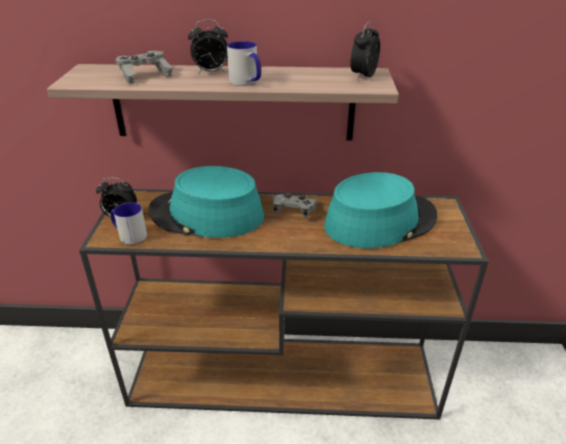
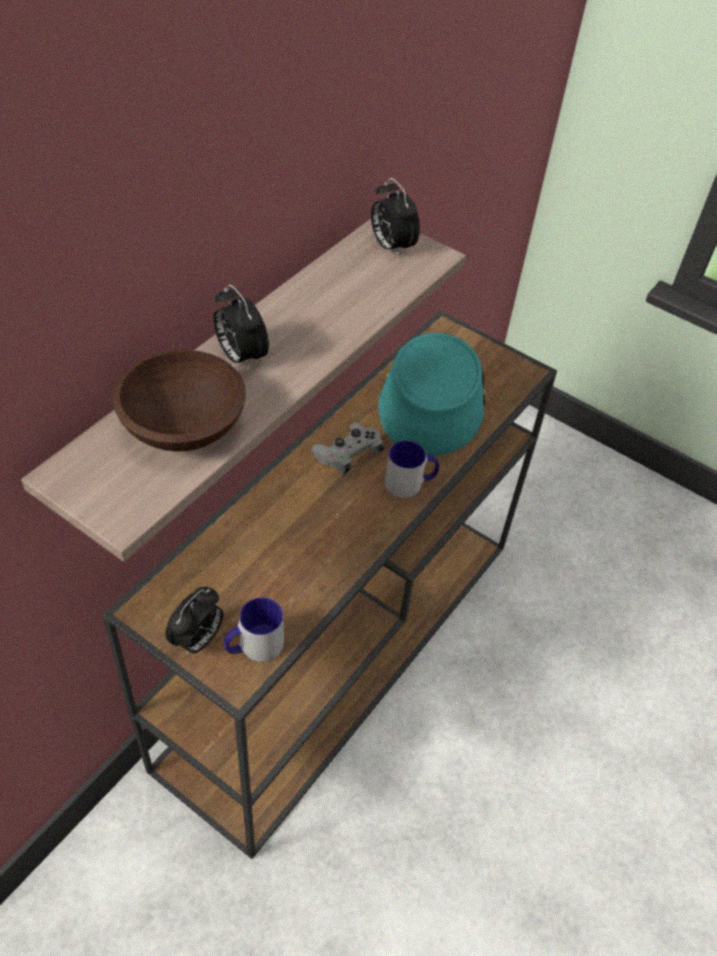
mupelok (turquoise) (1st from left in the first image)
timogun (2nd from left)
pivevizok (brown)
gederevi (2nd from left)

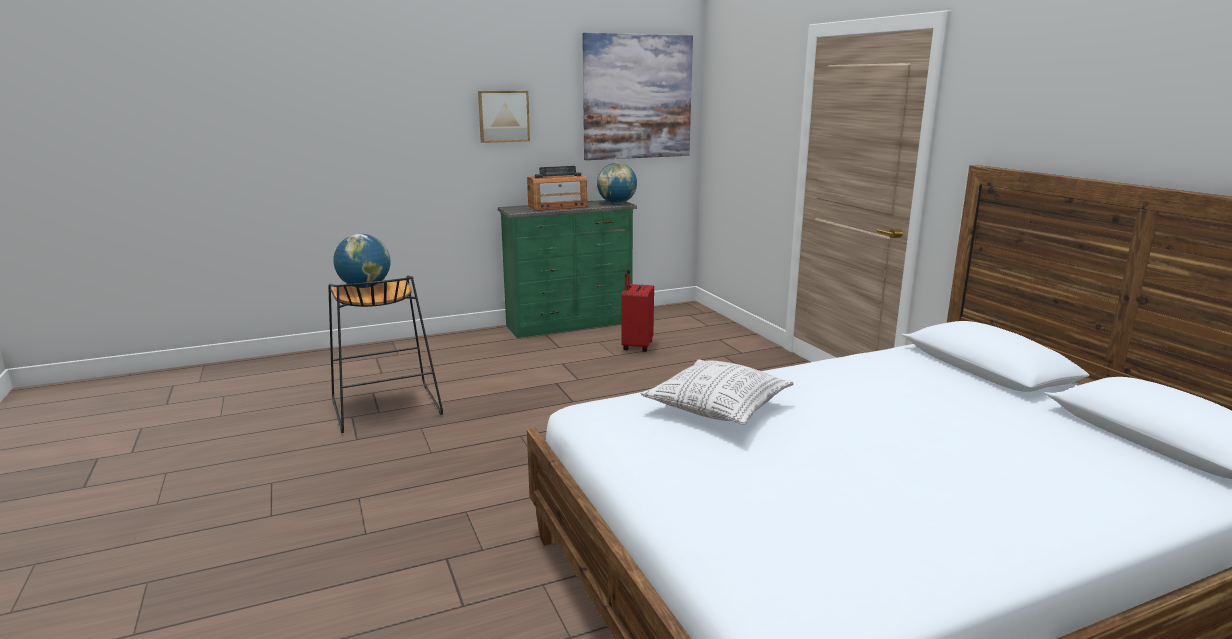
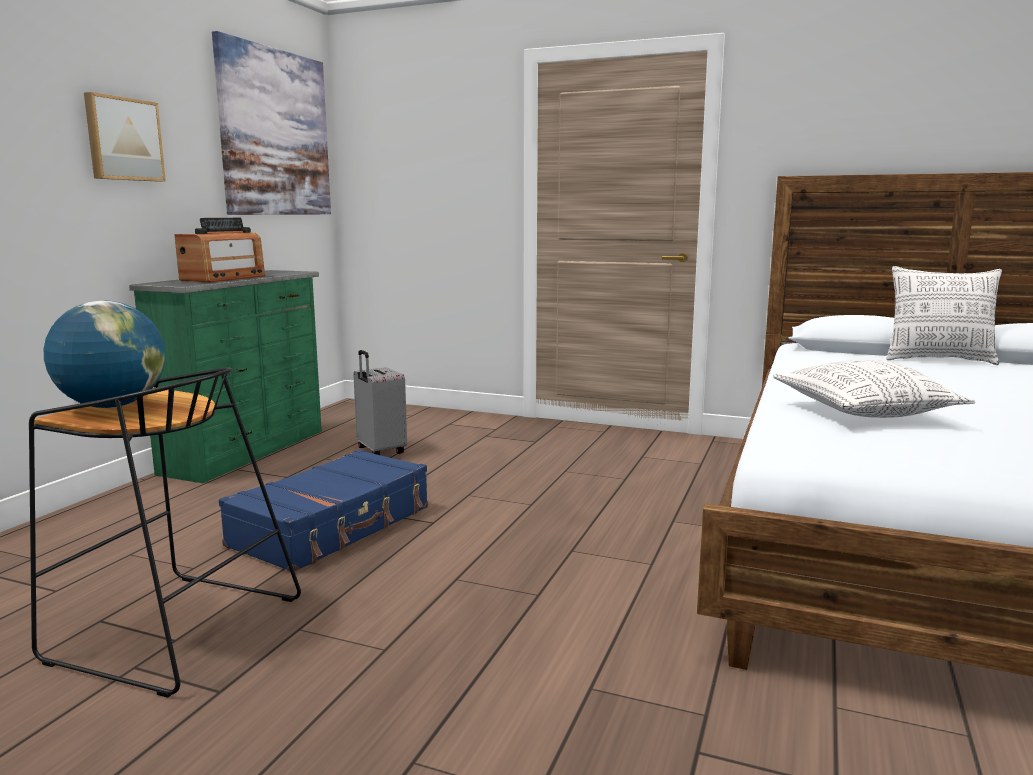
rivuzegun (2nd from left in the first image)
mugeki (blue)
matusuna (2nd from left)
mugeki (grey)

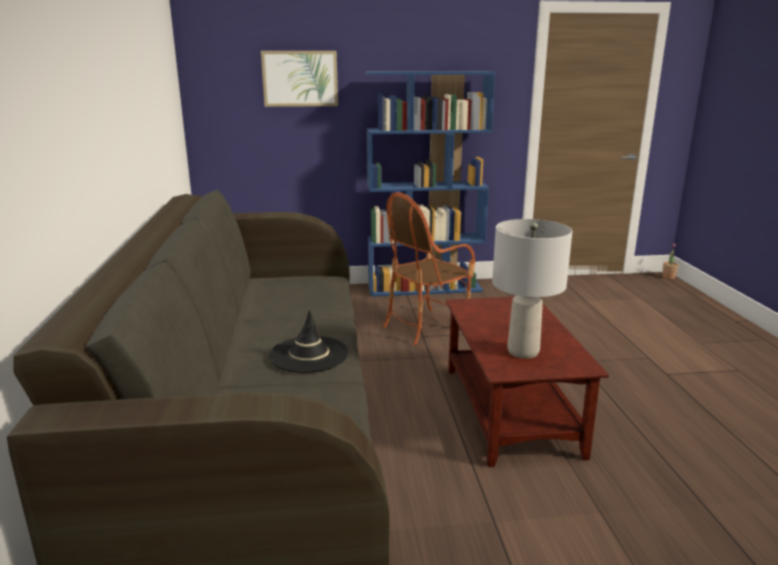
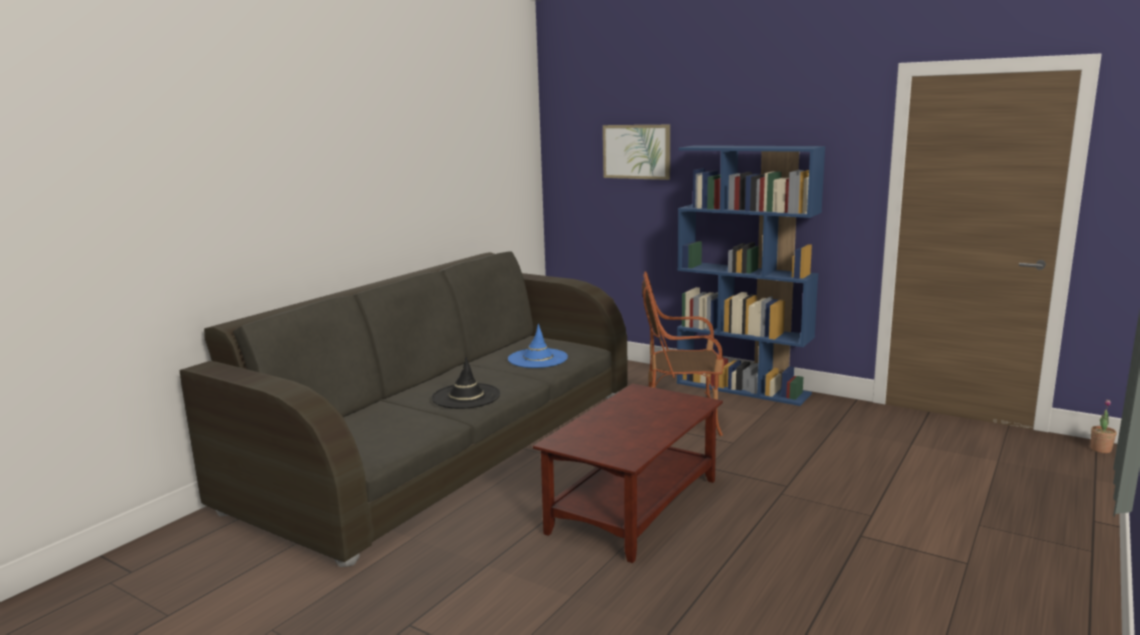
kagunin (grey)
mupelok (blue)

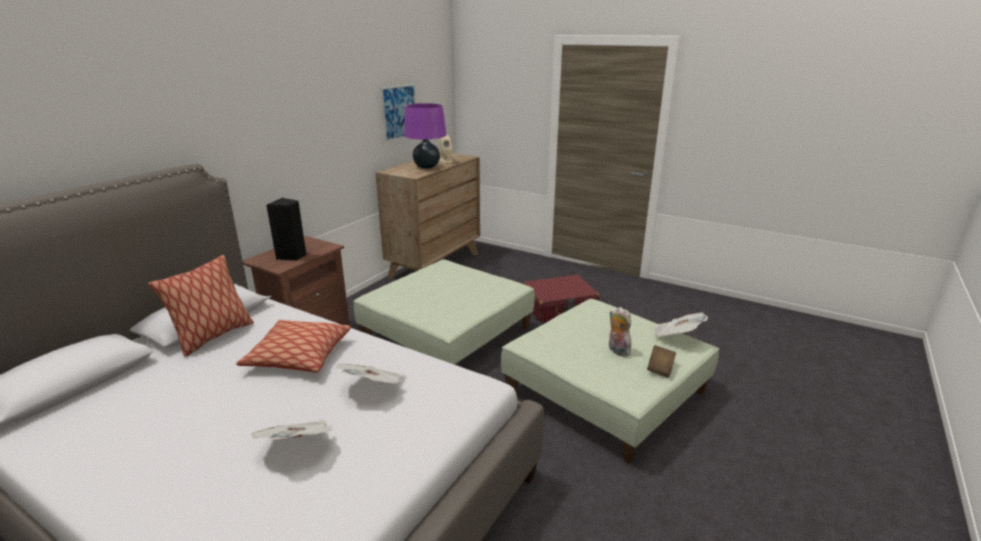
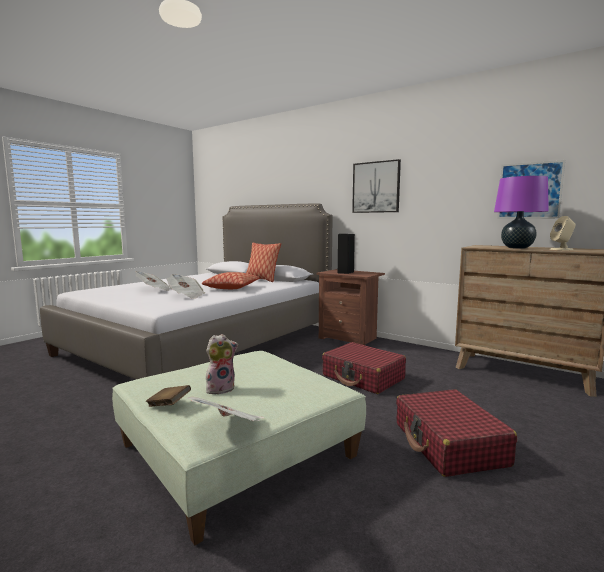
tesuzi (1st from left)
mugeki (red) (1st from left)

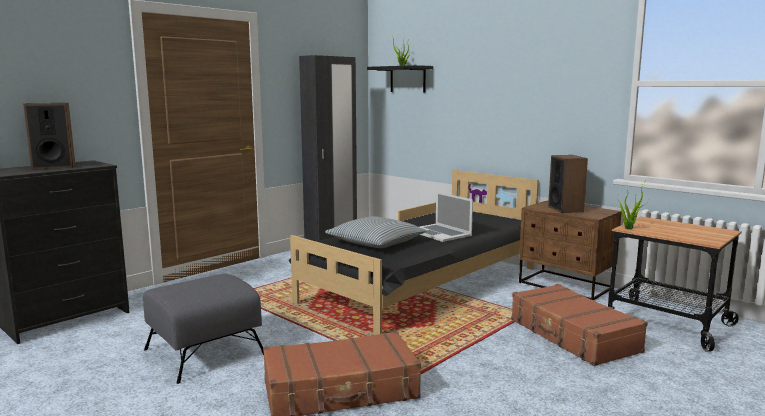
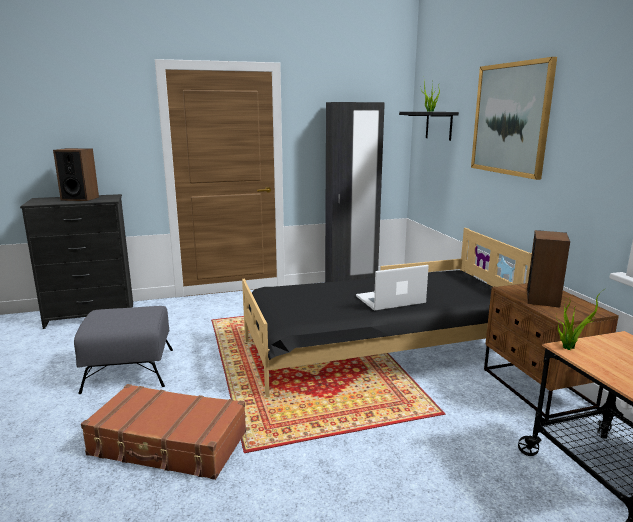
matusuna
mugeki (brown) (2nd from left in the first image)
tesuzi
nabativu

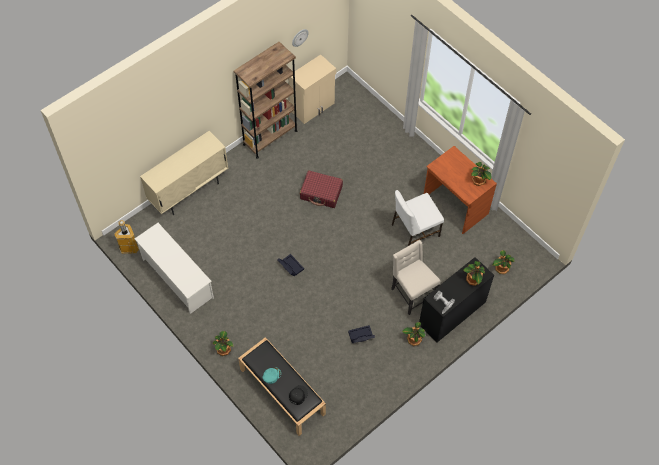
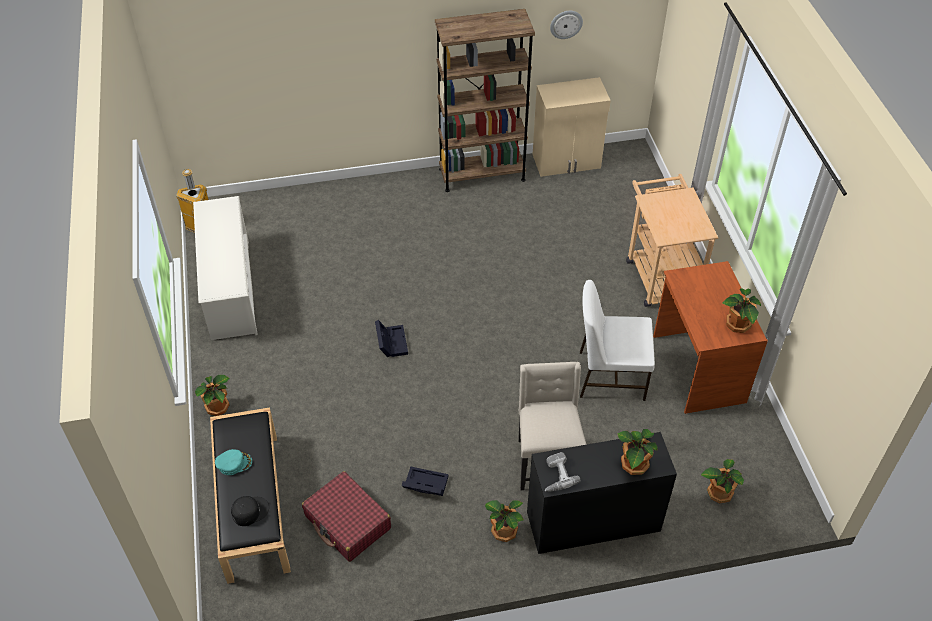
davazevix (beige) (1st from left in the first image)
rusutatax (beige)
mugeki (red)

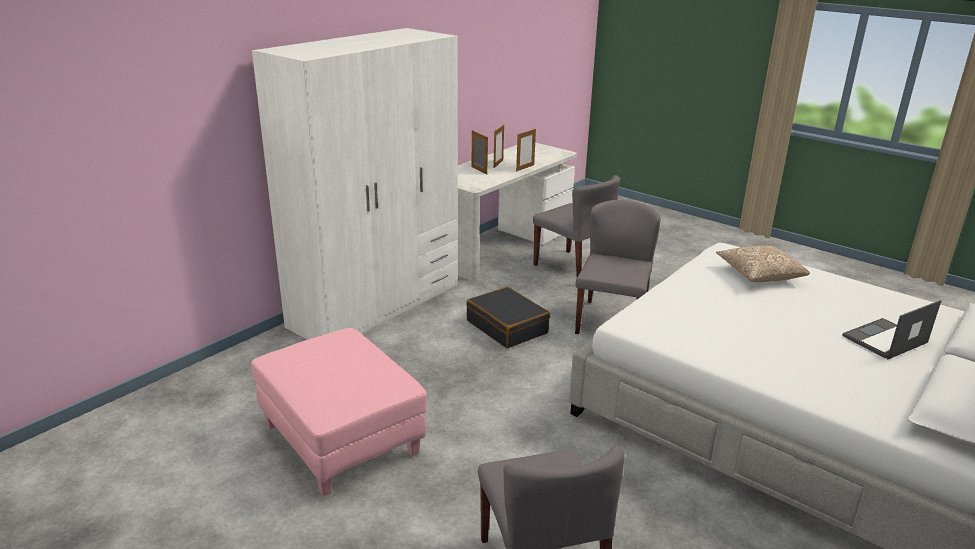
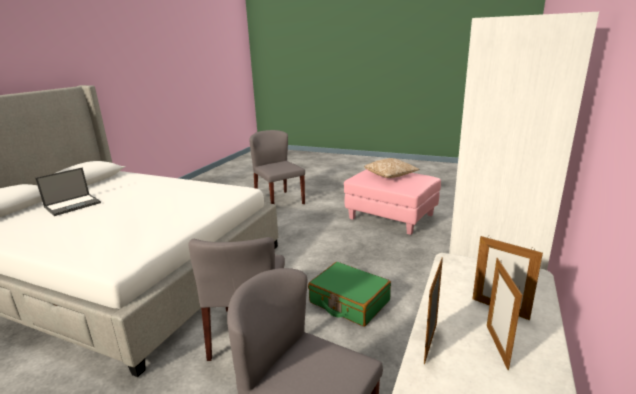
matusuna
mugeki (green)

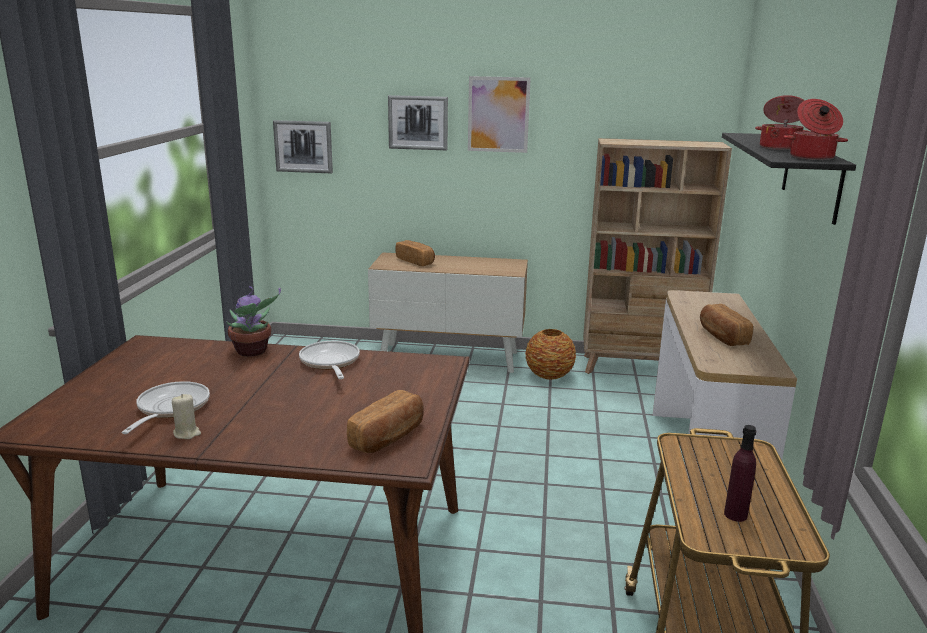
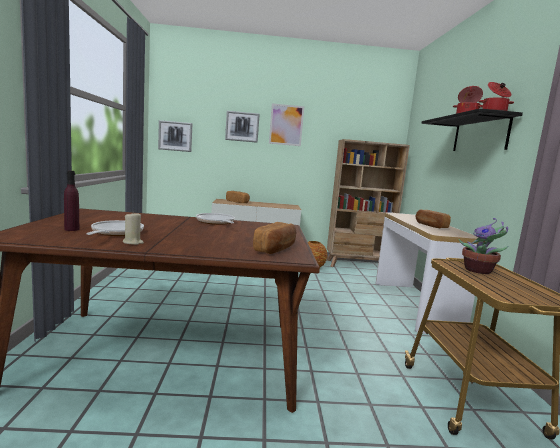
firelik
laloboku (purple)

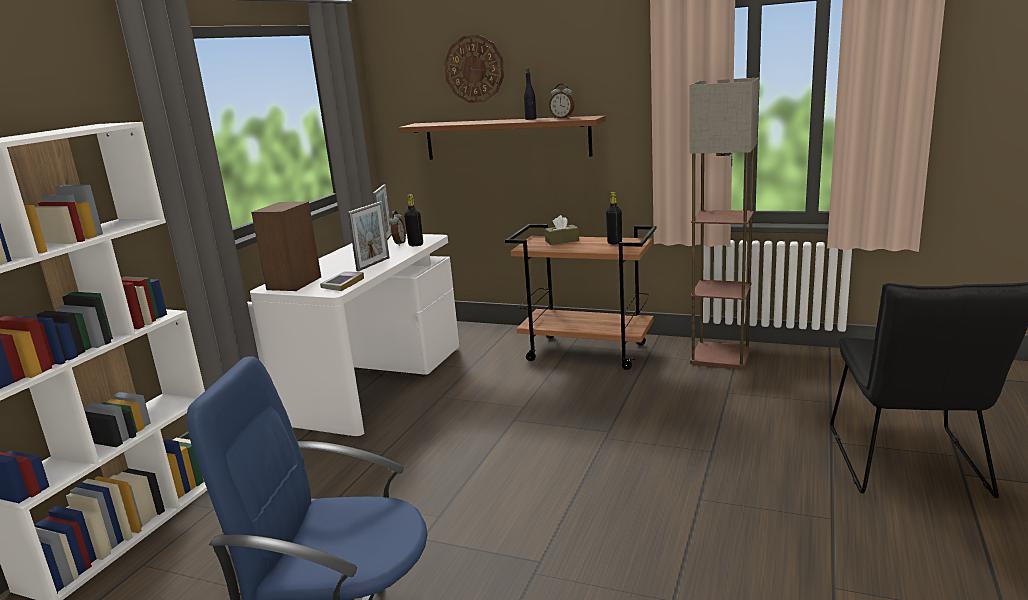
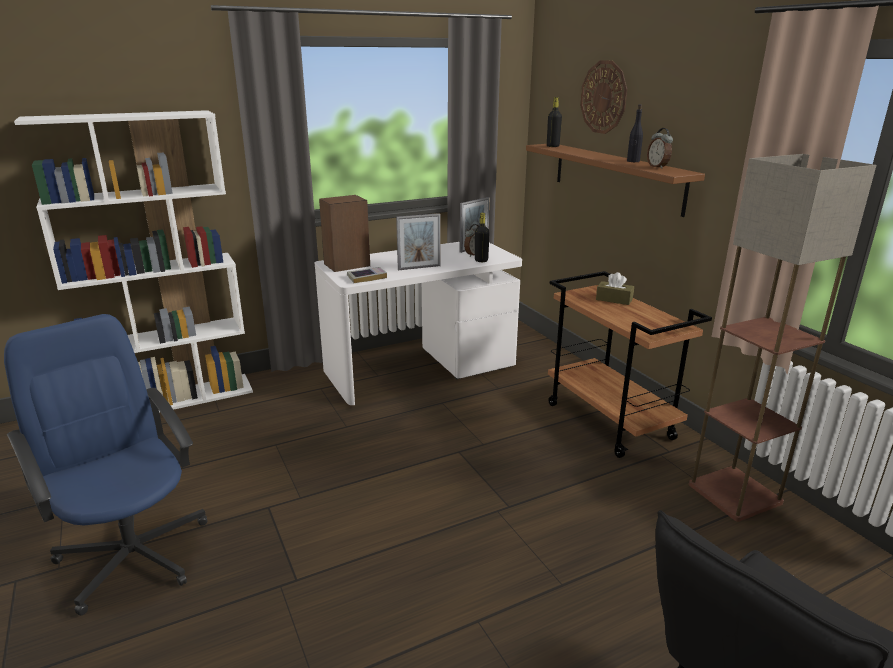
laloboku (black) (2nd from left)

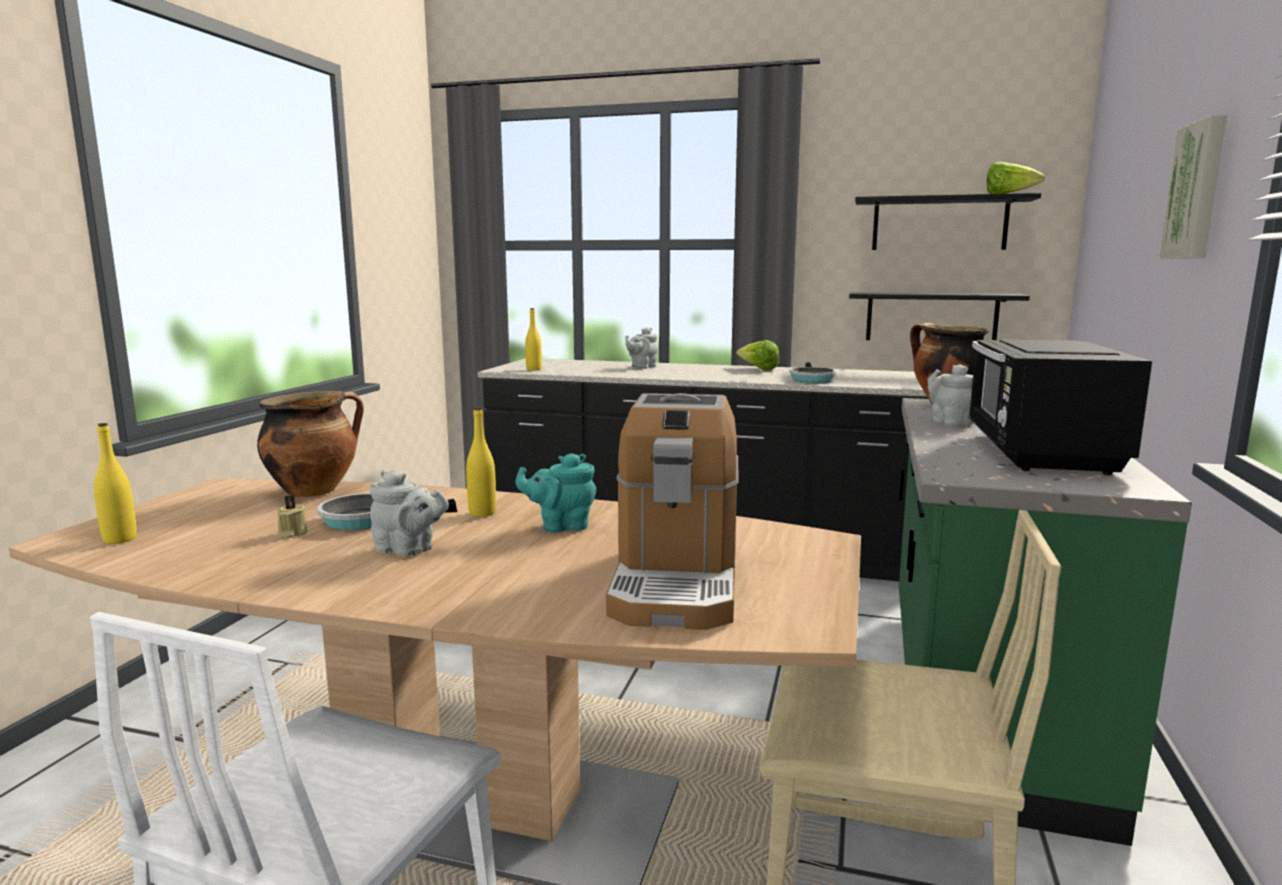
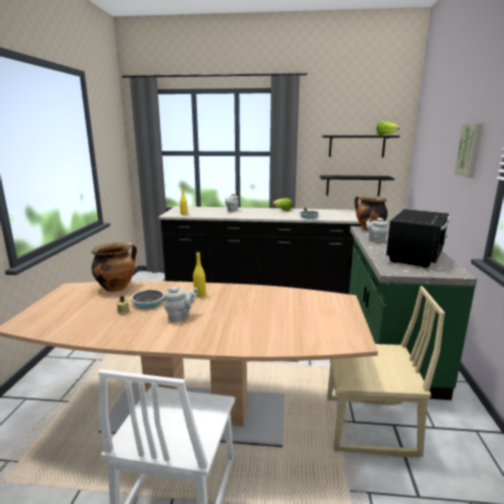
laloboku (yellow) (1st from left in the first image)
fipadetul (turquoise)
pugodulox
fipadetul (grey) (1st from left)
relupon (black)

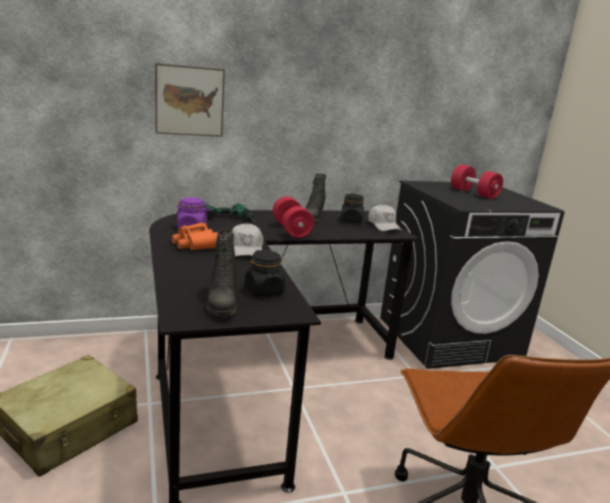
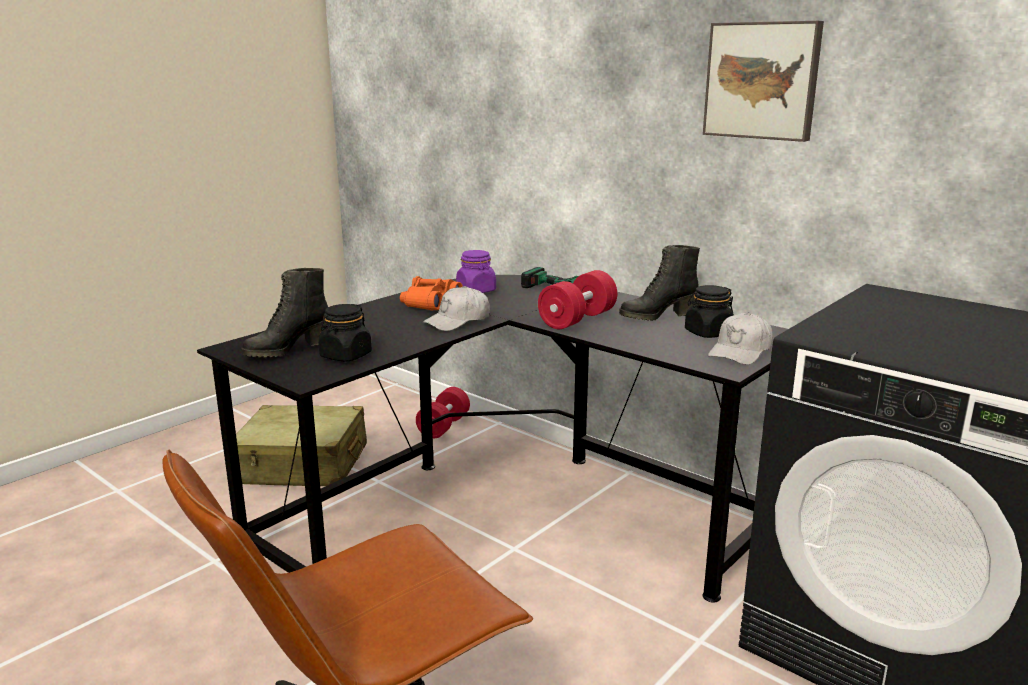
tesuzi
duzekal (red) (1st from left)

